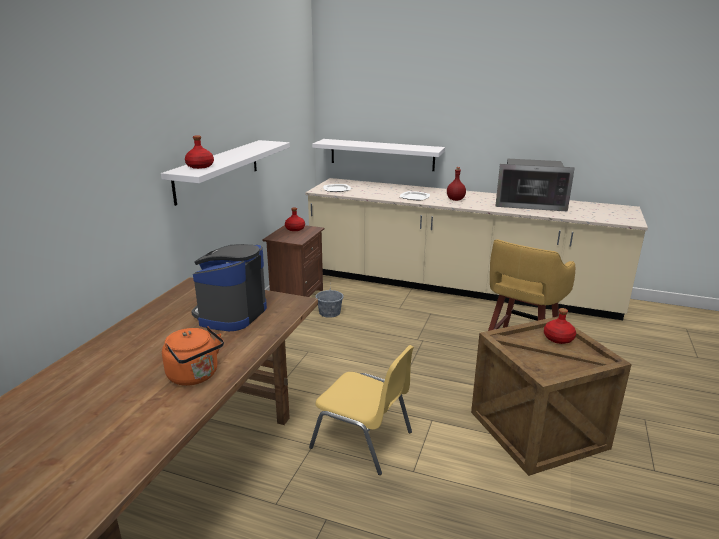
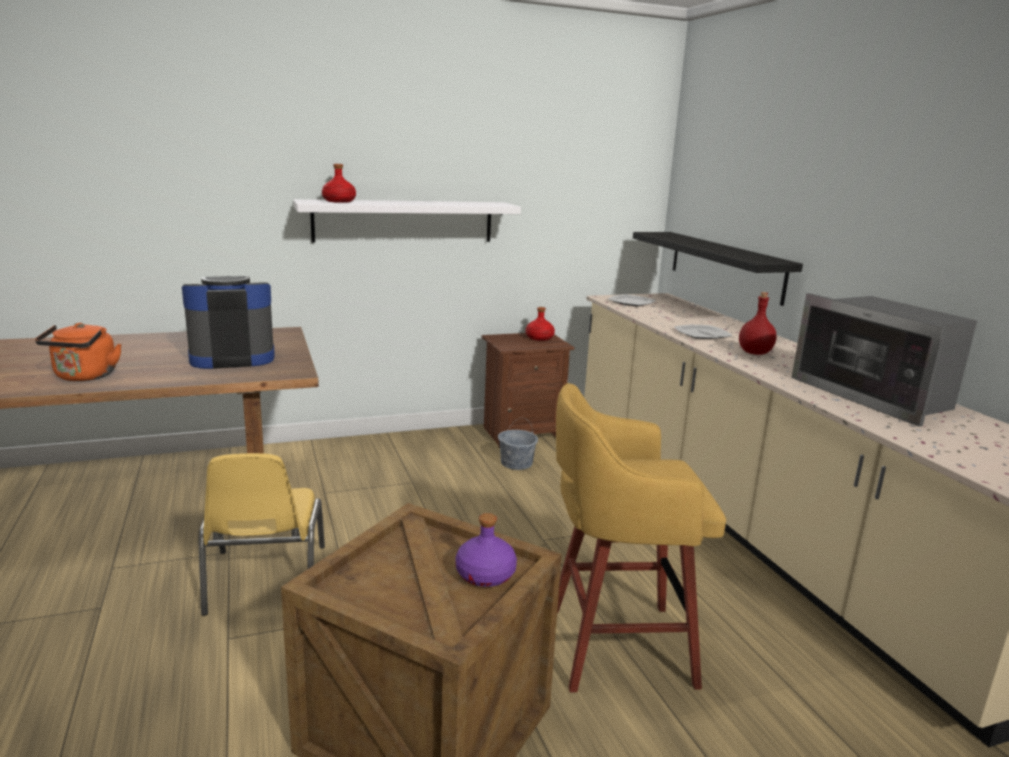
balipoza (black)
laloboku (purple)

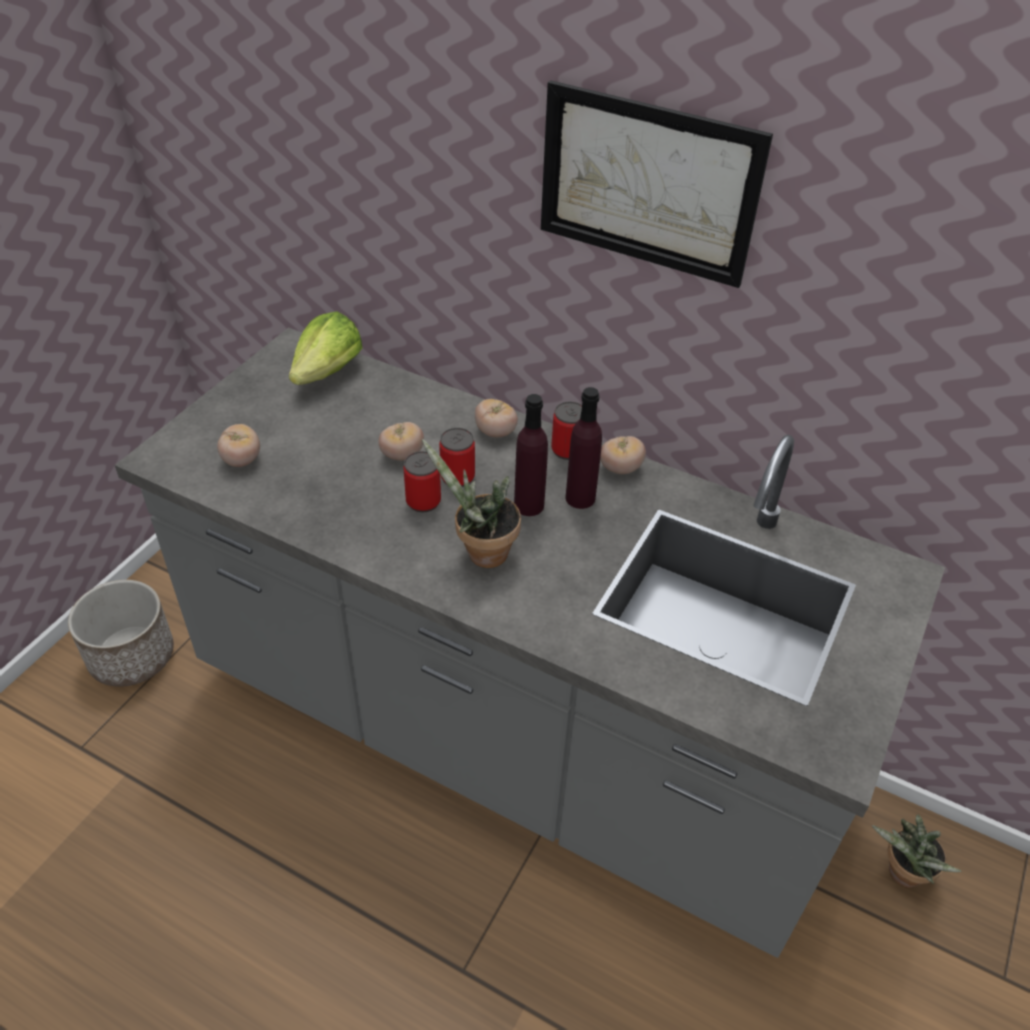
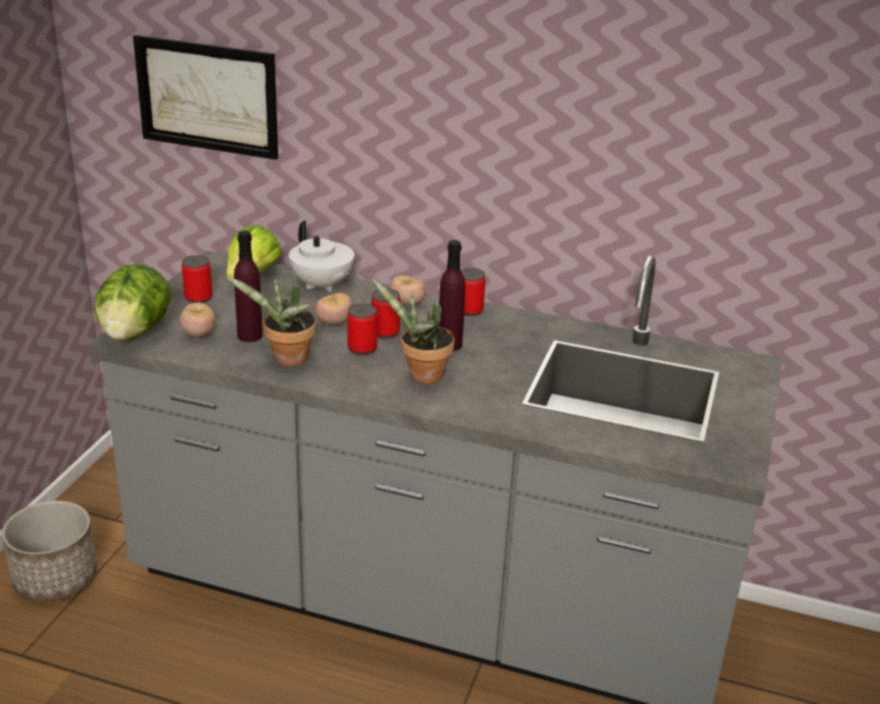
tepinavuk (4th from left in the first image)
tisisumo (1st from left)
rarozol (1st from left)
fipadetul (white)
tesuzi
laloboku (purple) (1st from left)
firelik (1st from left)

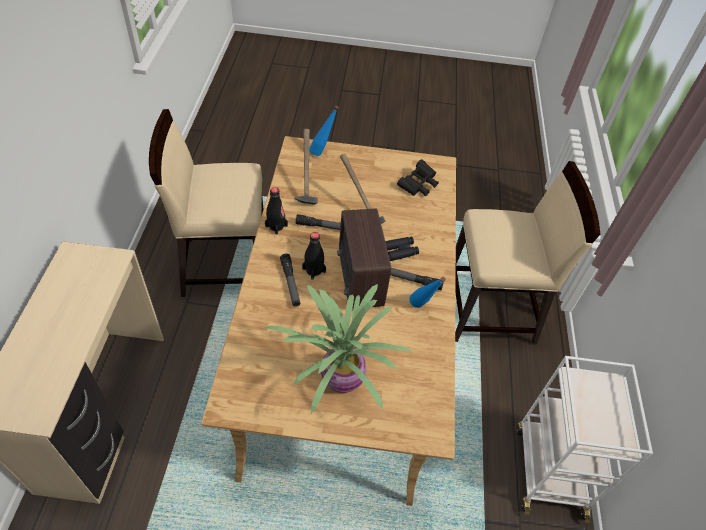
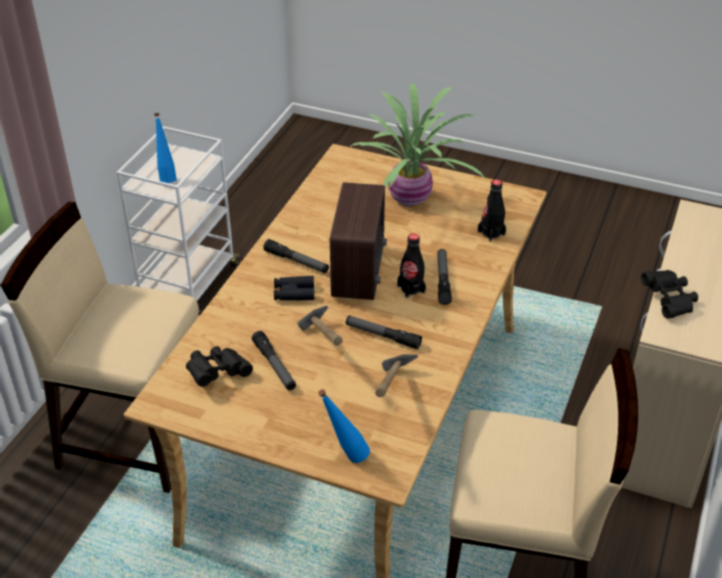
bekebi (1st from left)
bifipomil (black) (3rd from left)
laloboku (black) (2nd from left)
laloboku (blue) (1st from left)

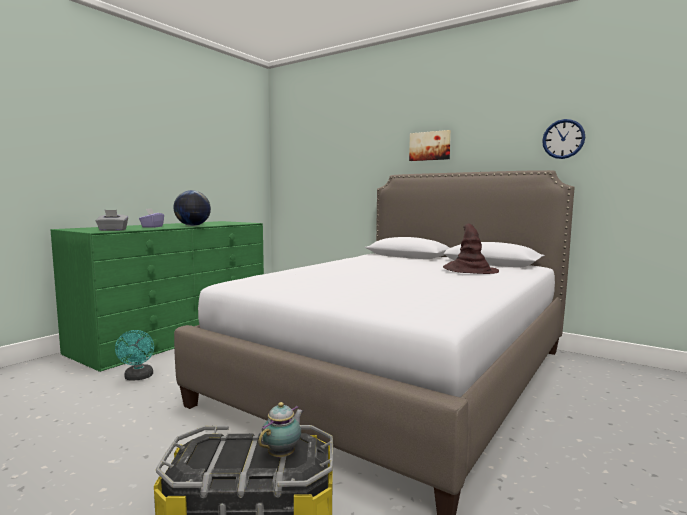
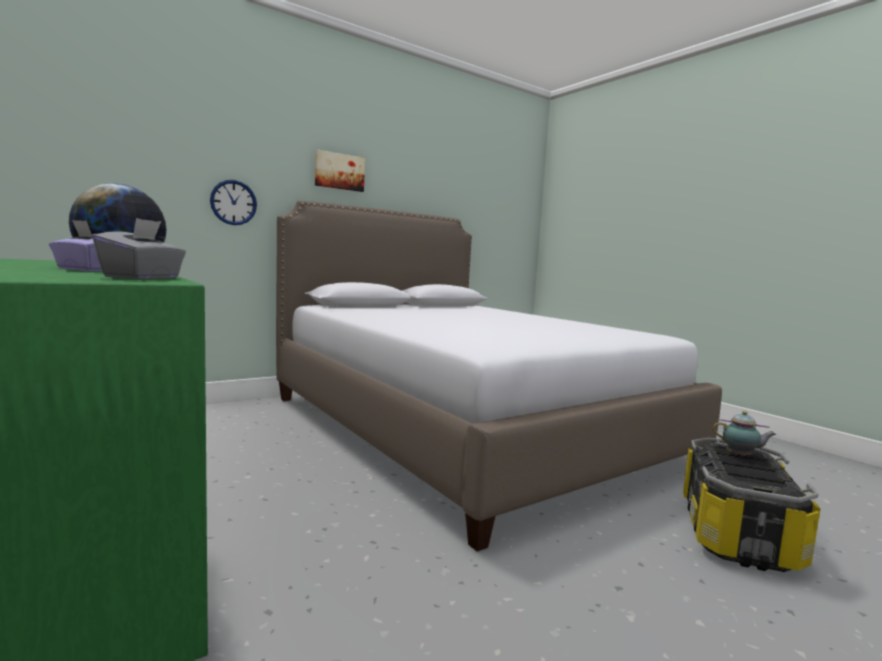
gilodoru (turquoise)
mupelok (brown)
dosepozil
fipadetul

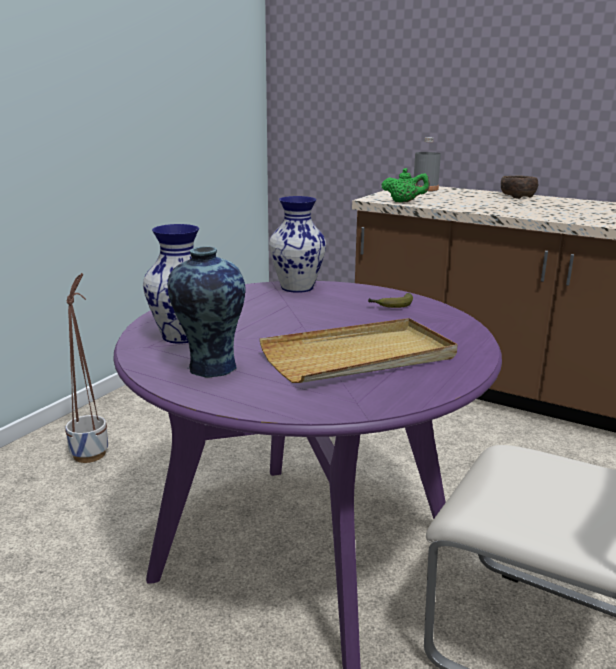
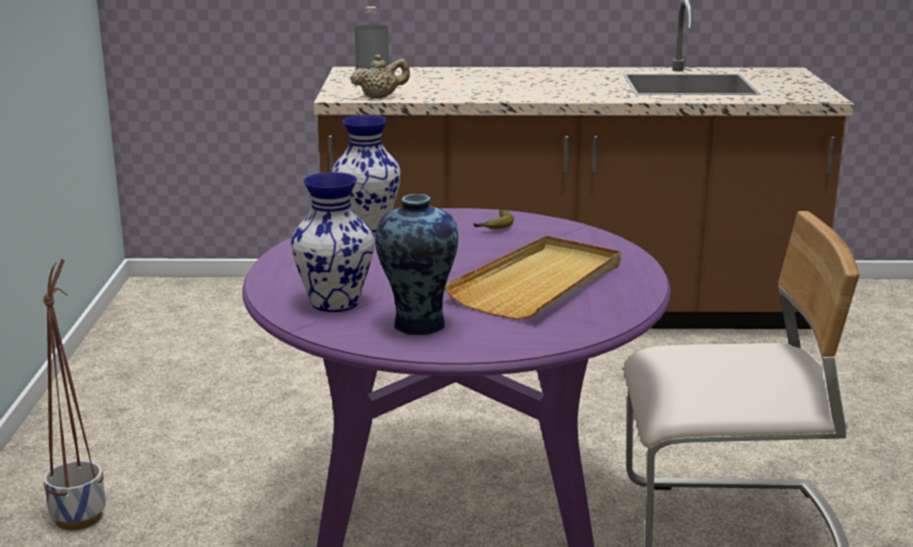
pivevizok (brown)
fipadetul (beige)

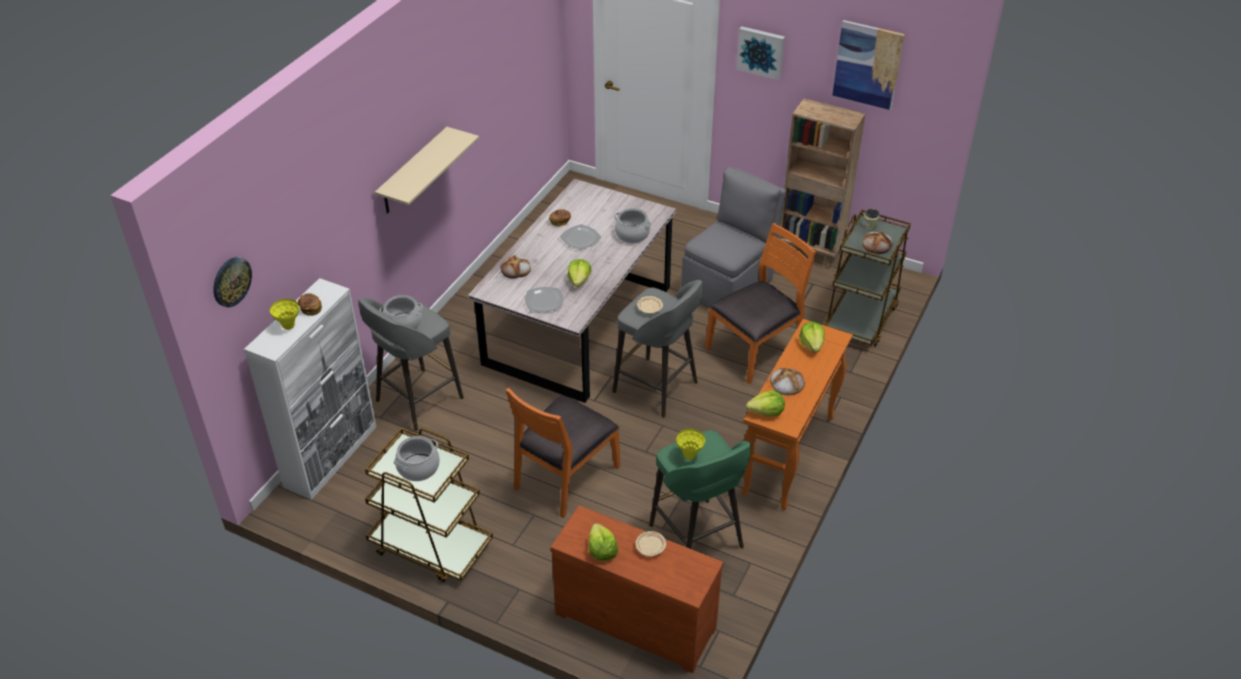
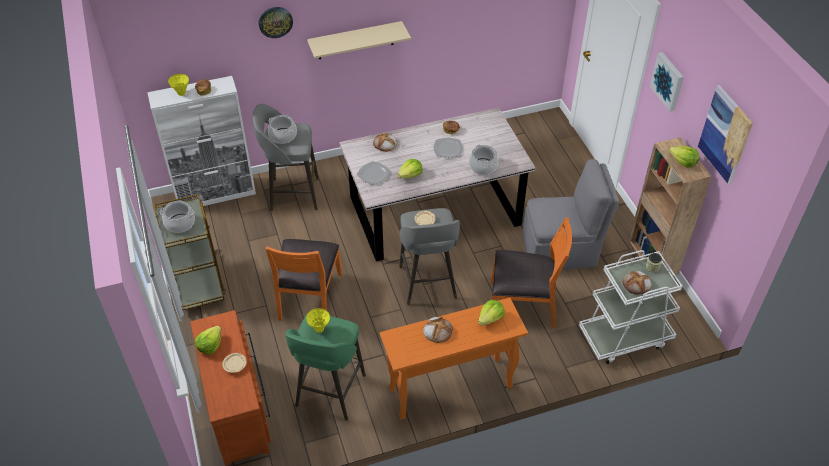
dosepozil
tisisumo (4th from left)
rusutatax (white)
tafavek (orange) (1st from left)

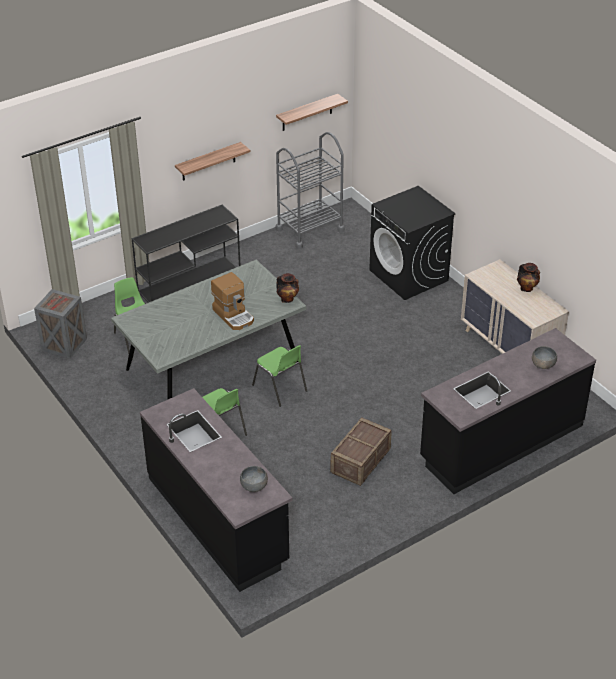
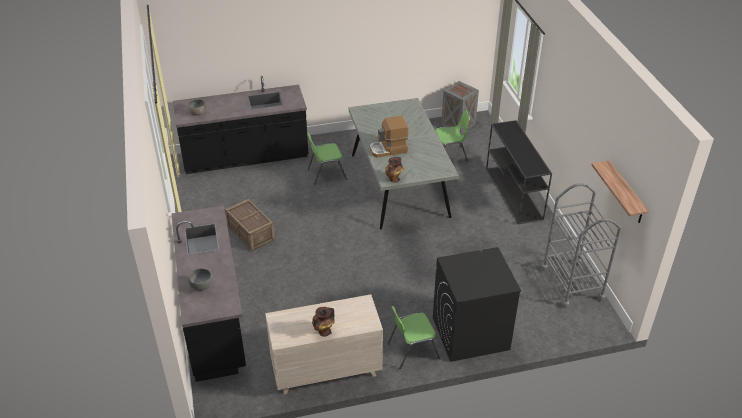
balipoza (1st from left in the first image)
tafavek (green) (2nd from left)

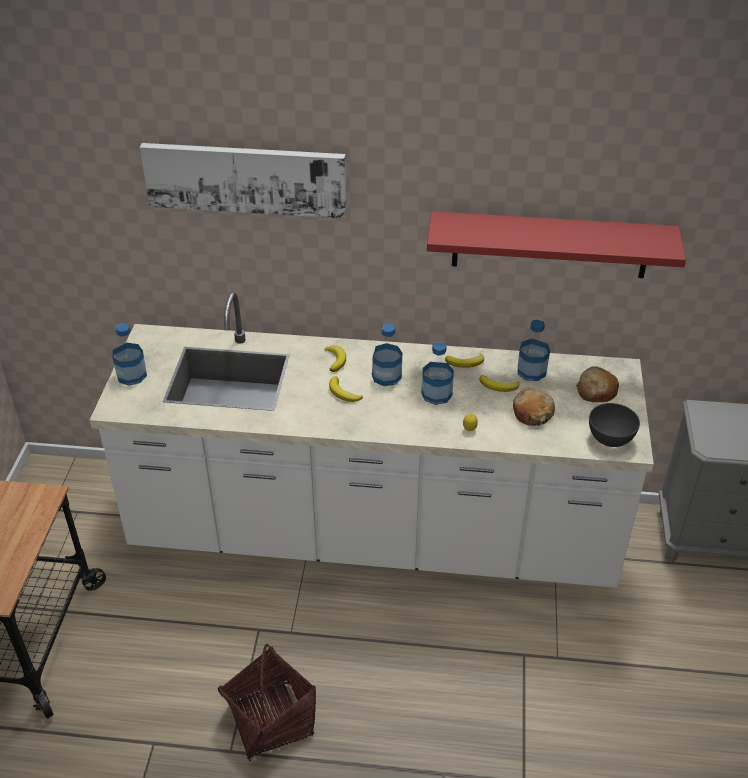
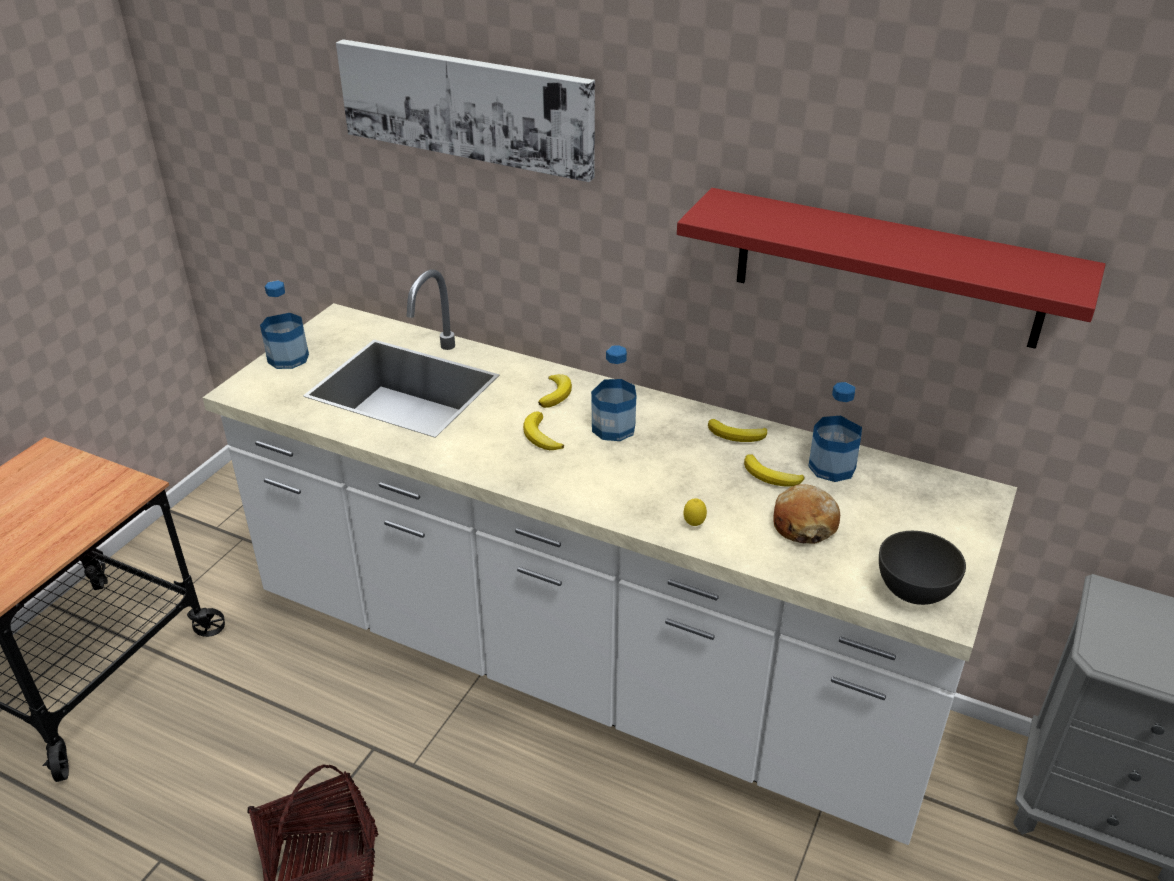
laloboku (3rd from left in the first image)
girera (2nd from left in the first image)

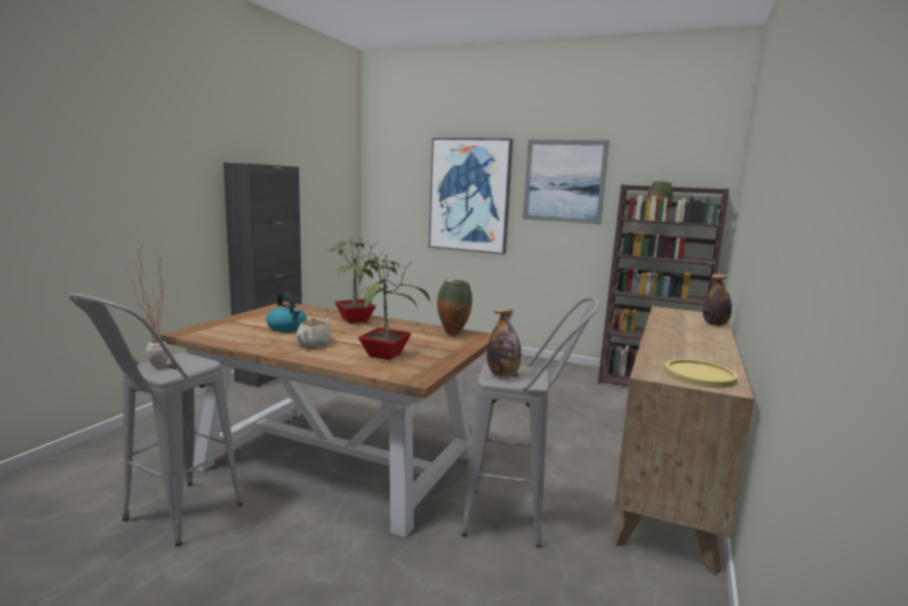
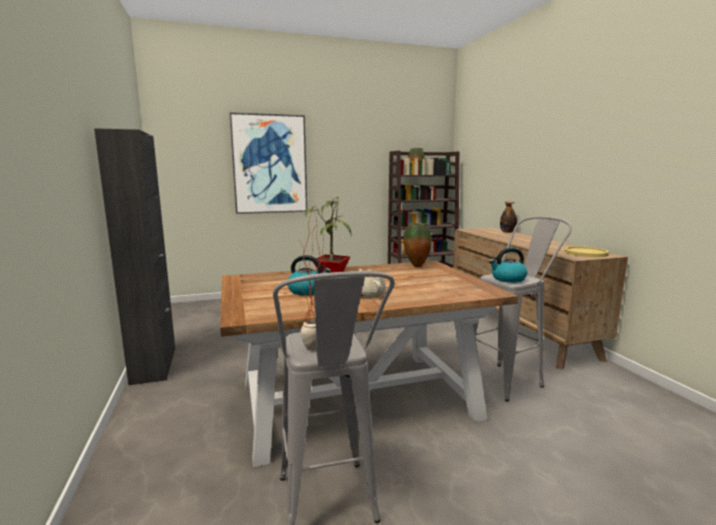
firelik (3rd from left in the first image)
tesuzi (2nd from left in the first image)
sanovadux (2nd from left)

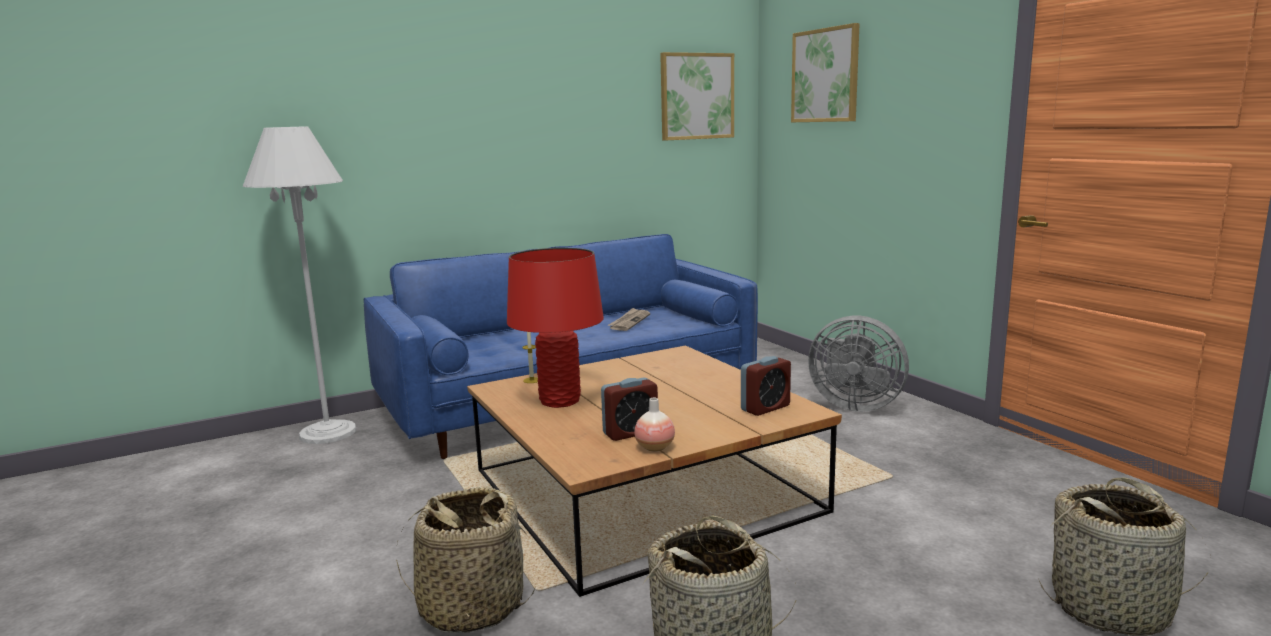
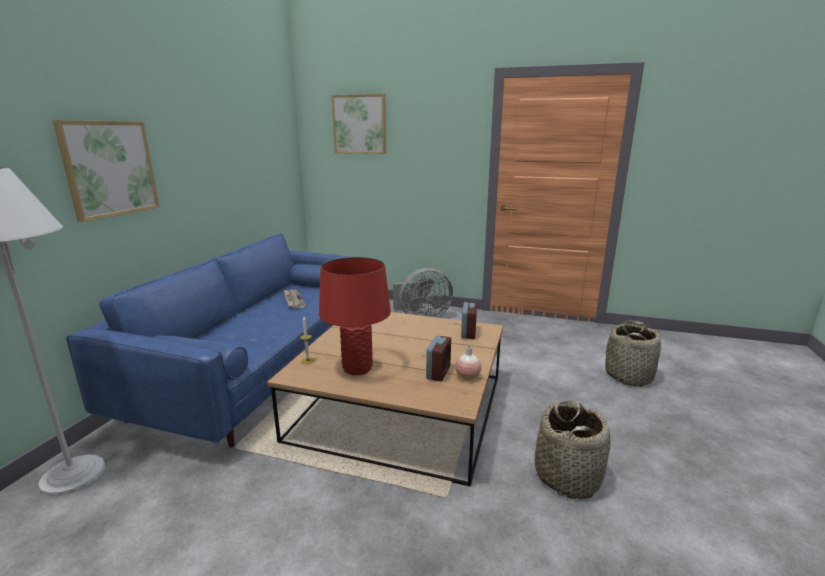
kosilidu (1st from left in the first image)
tesuzi (1st from left)

